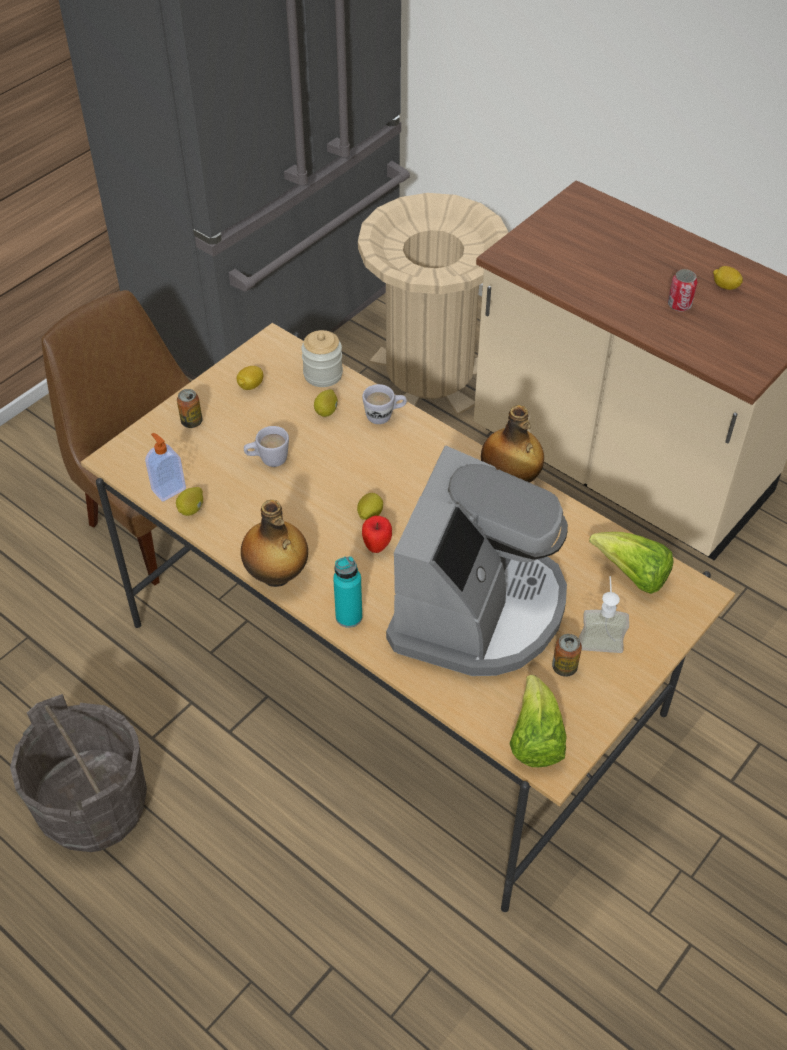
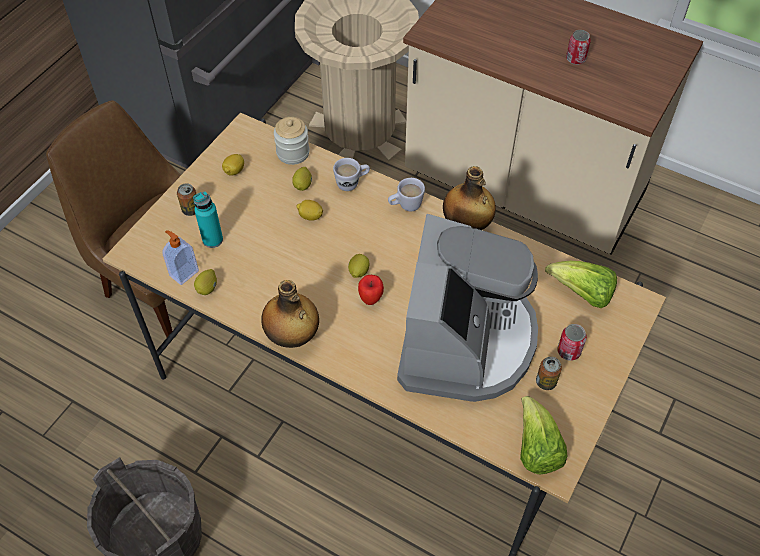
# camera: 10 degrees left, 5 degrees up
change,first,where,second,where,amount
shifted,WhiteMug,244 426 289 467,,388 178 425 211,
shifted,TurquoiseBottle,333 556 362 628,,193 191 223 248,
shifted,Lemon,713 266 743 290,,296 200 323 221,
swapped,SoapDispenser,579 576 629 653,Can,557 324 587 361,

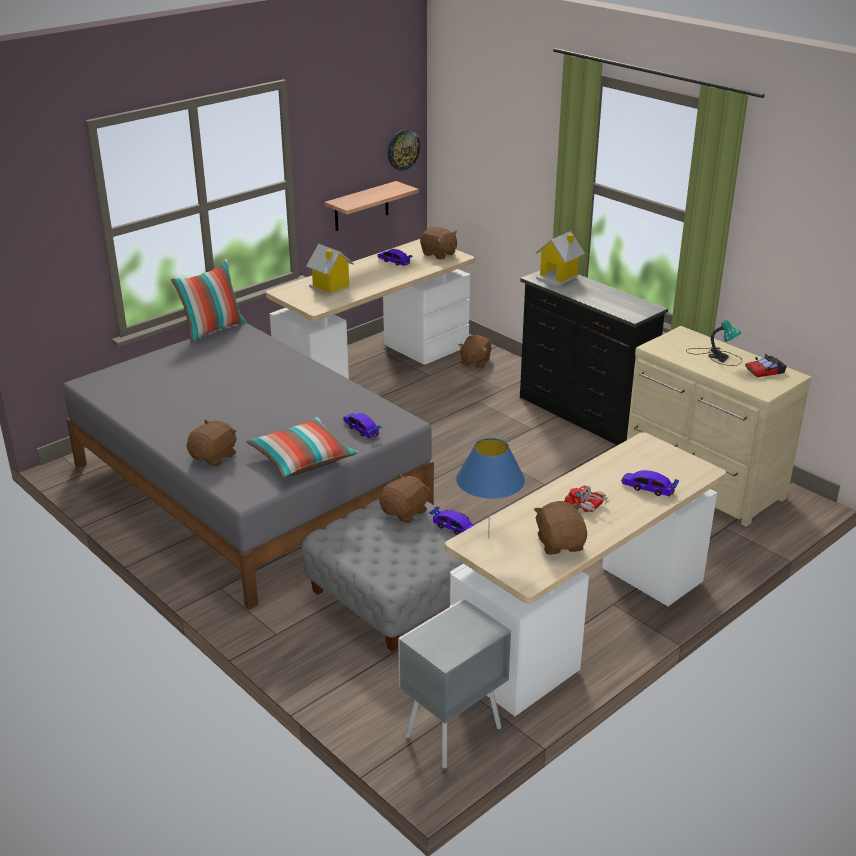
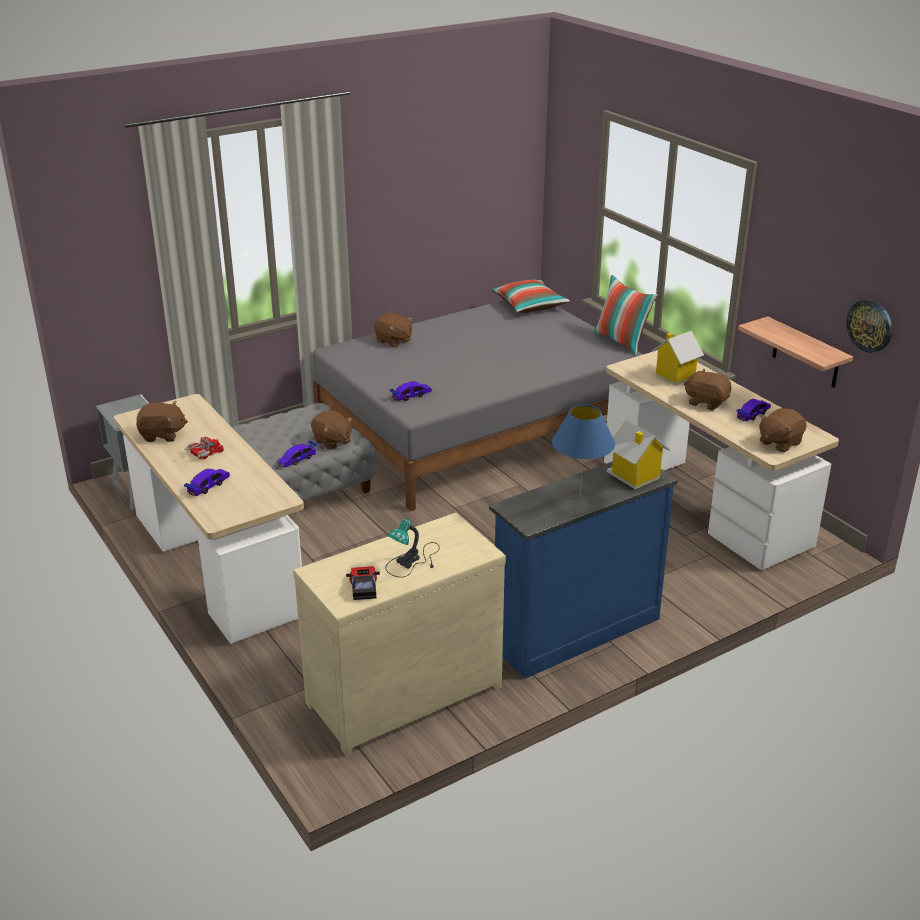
# camera: 100 degrees right, 0 degrees up
change,first,where,second,where,amount
shifted,Pillow,246 417 358 478,,491 280 570 313,
shifted,BlueTableLamp,456 438 525 538,,552 405 615 499,
shifted,BrownPlushToy,458 335 492 369,,684 369 731 410,
repainted,BlackDresser,520 270 668 445,BlueDresser,489 461 678 679,

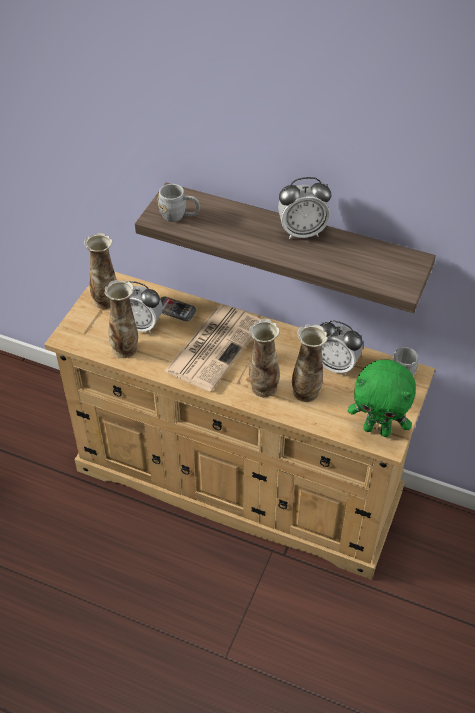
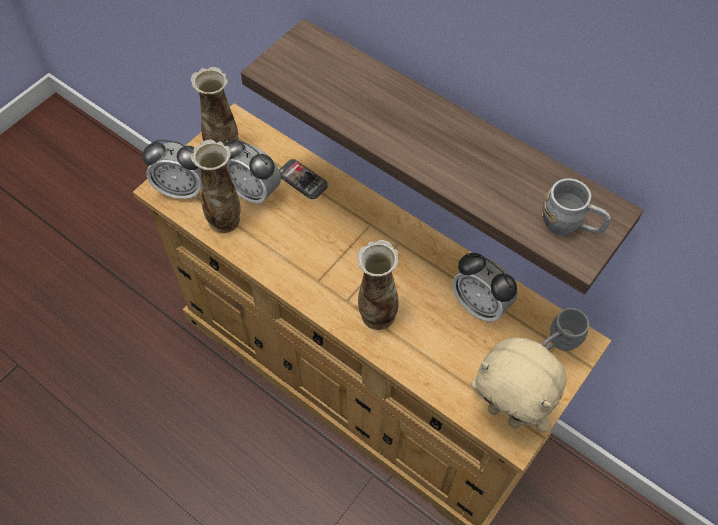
# camera: 15 degrees right, 10 degrees up
change,first,where,second,where,amount
gone,Newspaper,164 305 261 391,,,
gone,Vase,292 324 328 402,,,
shifted,GreyMug,158 184 200 222,,542 178 611 235,
shifted,AlarmClock,278 177 331 239,,142 139 202 199,
repainted,GreenPlushToy,348 360 416 437,BeigePlushToy,471 337 567 433,

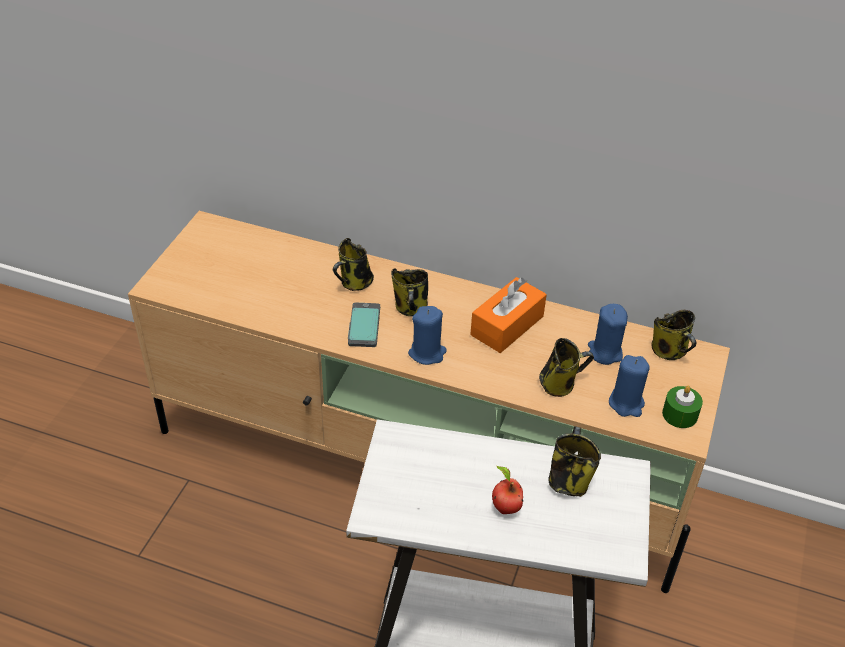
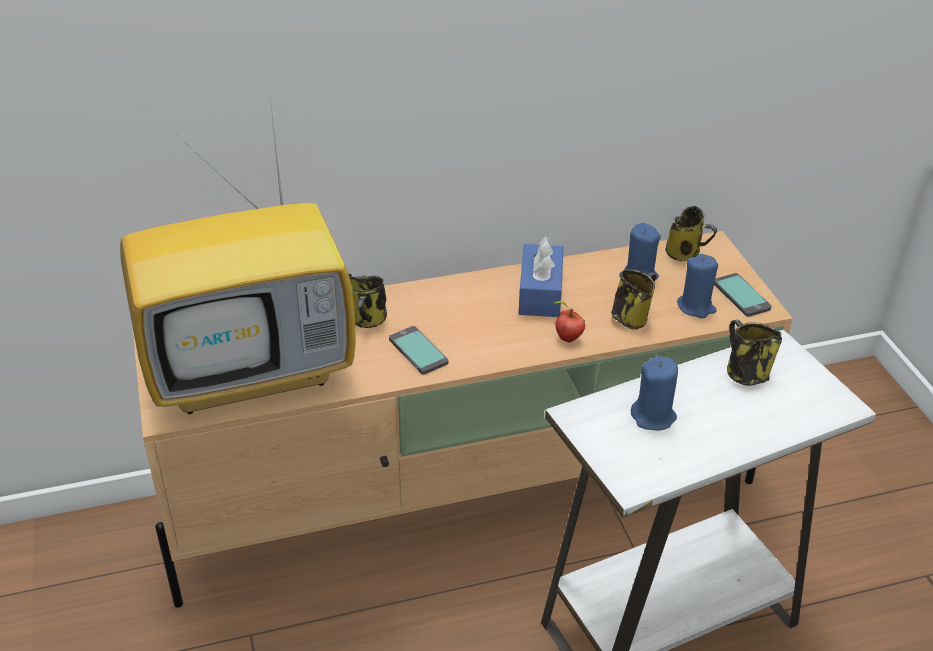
# camera: 35 degrees left, 5 degrees down
change,first,where,second,where,amount
gone,Mug,391 268 428 316,,,
new,,,Television,120 99 356 414,
shifted,BlueCandle,408 306 447 365,,631 356 678 430,
shifted,Apple,492 466 523 514,,554 301 585 343,
swapped,GreenCandle,662 386 703 428,Phone,714 273 772 317,
repainted,OrangeTissueBox,470 277 547 353,BlueTissueBox,519 236 564 317,

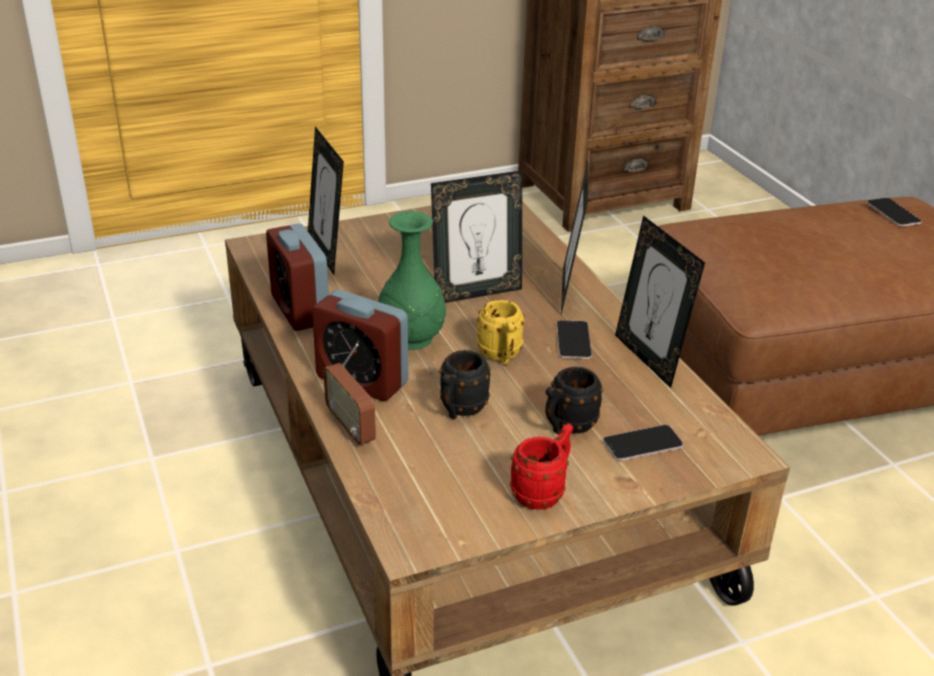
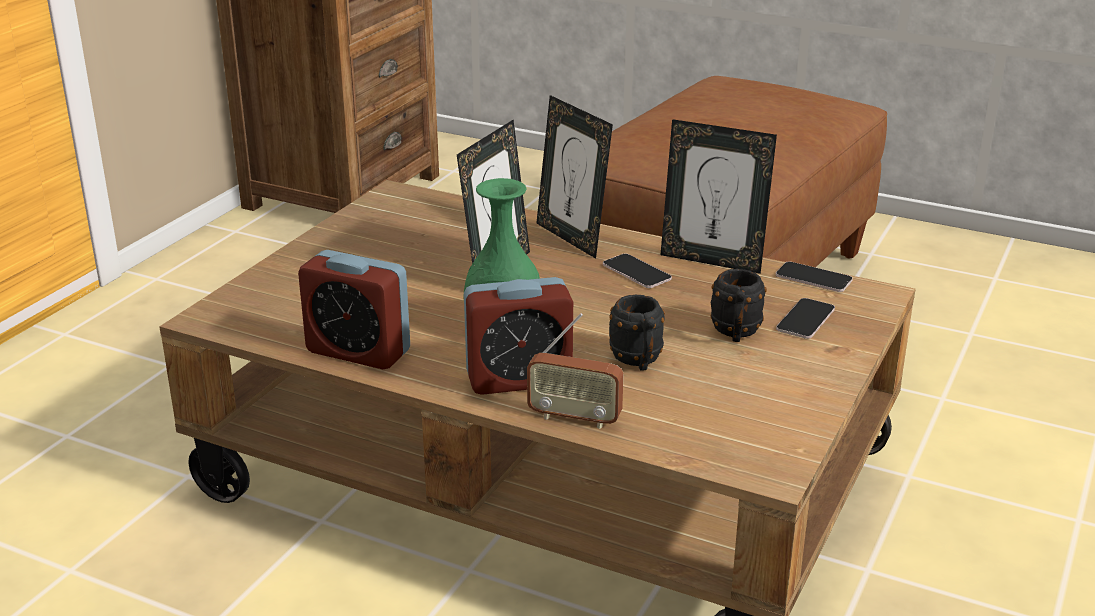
# camera: 40 degrees left, 5 degrees down
change,first,where,second,where,amount
gone,PictureFrame,308 127 344 275,,,
gone,YellowMug,477 300 525 365,,,
gone,RedMug,510 423 573 509,,,
shifted,Phone,867 198 922 227,,776 262 853 292,

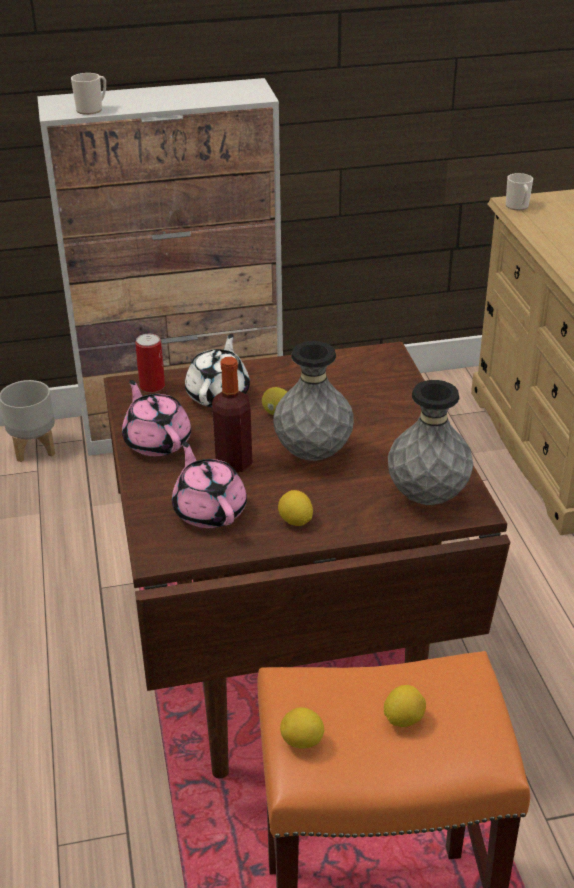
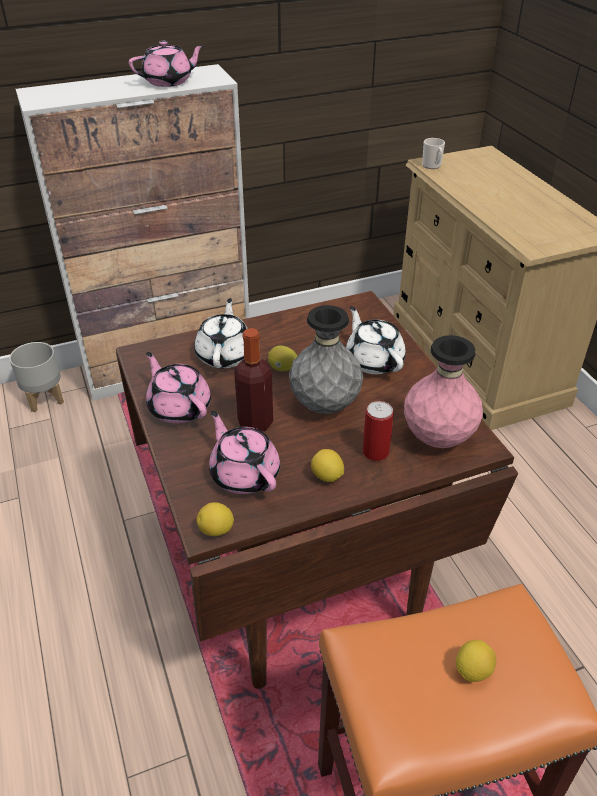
# camera: 10 degrees left, 5 degrees up
change,first,where,second,where,amount
gone,Mug,71 73 106 115,,,
new,,,PinkTeapot,129 41 205 87,
new,,,WhiteTeapot,346 306 406 374,
shifted,Can,135 334 165 393,,363 401 394 461,
shifted,Lemon,280 707 325 749,,197 502 234 536,
repainted,GreyVase,388 380 473 505,PinkVase,404 335 483 448,

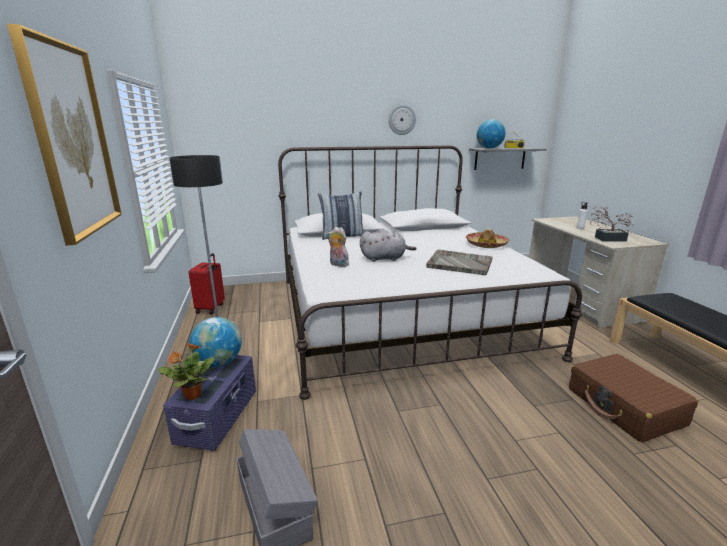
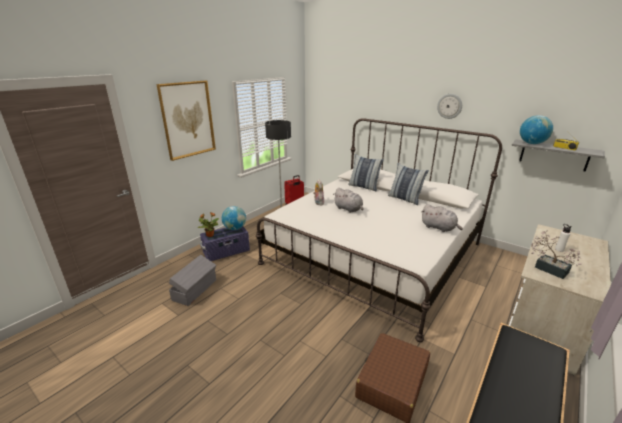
# camera: 50 degrees right, 5 degrees up
change,first,where,second,where,amount
gone,GreyTray,426 249 493 275,,,
new,,,Pillow,388 163 429 205,
swapped,Hat,466 229 510 248,GreyPlushToy,421 204 463 232,

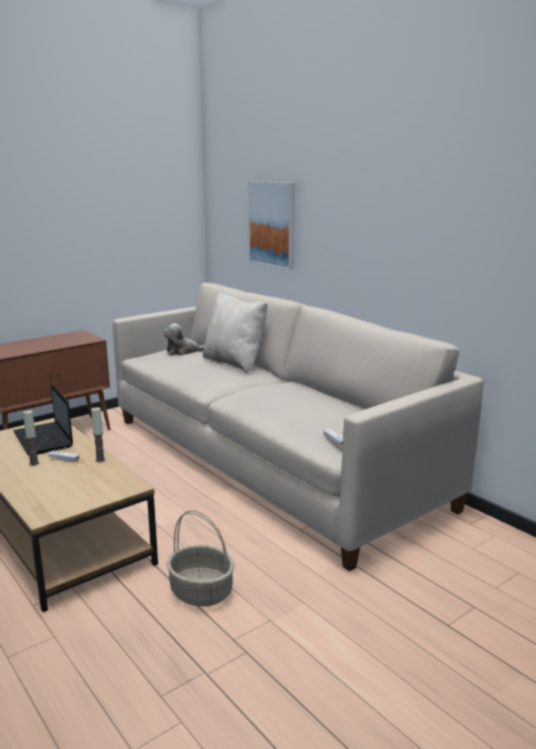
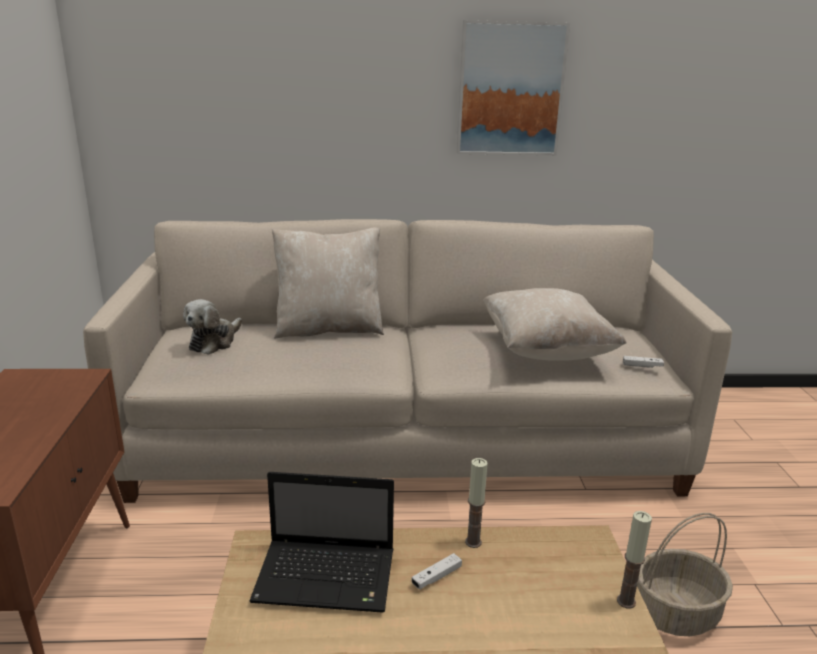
# camera: 55 degrees left, 5 degrees up
change,first,where,second,where,amount
new,,,BeigePillow,483 288 627 361,
shifted,Candle,23 410 39 466,,617 511 652 609,
shifted,Picture,248 181 295 270,,457 20 570 155,

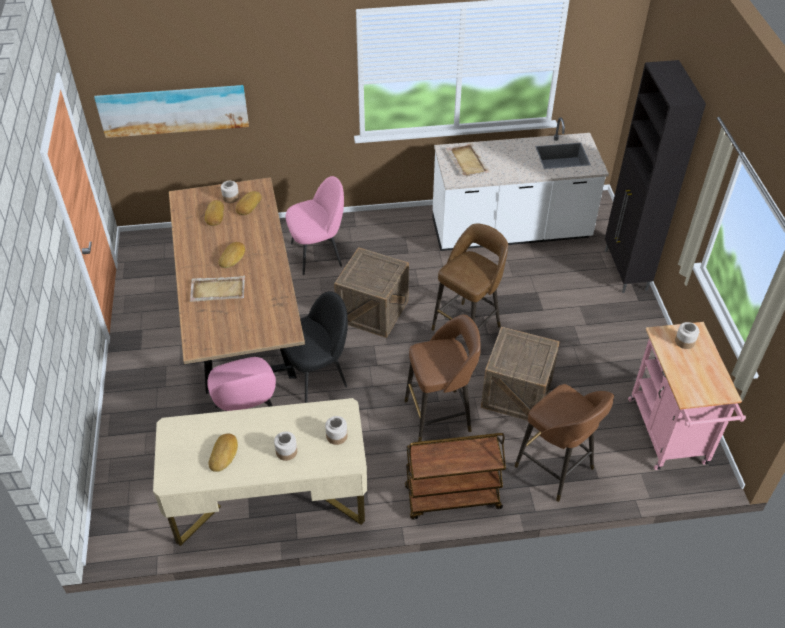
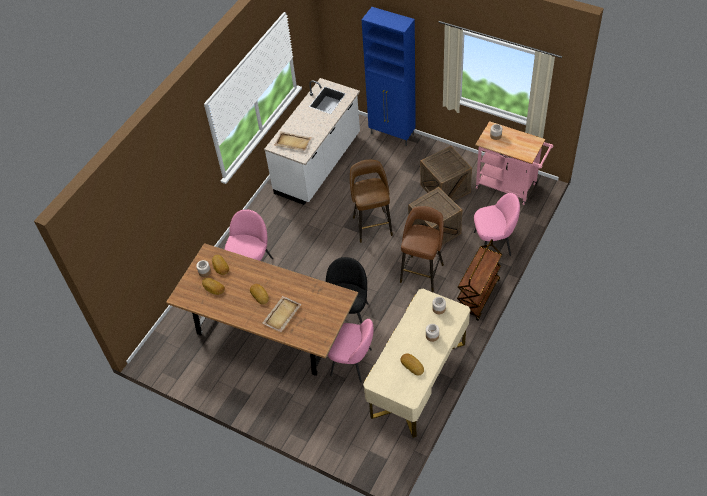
# camera: 50 degrees left, 5 degrees up
change,first,where,second,where,amount
gone,Picture,94 85 249 138,,,
shifted,Crate,334 247 409 338,,420 146 472 201,
swapped,BrownStool,514 384 614 502,PinkChair,474 193 520 256,
repainted,BlackCabinet,605 60 706 293,BlueCabinet,362 7 416 146,

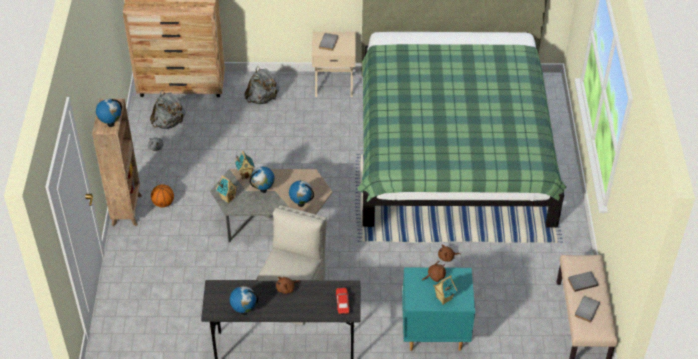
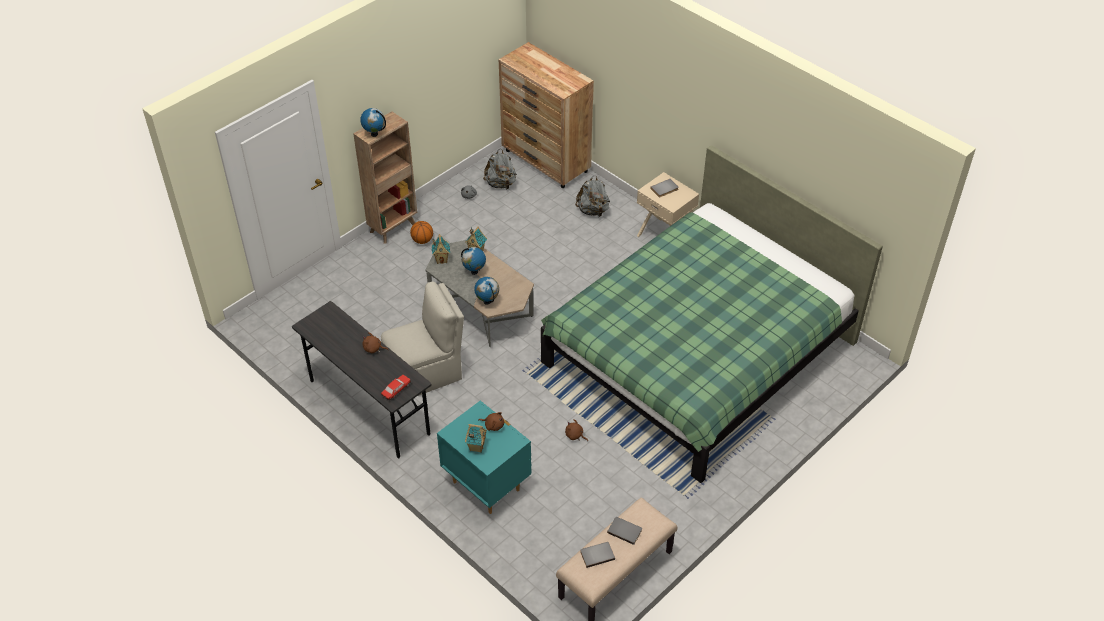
# camera: 45 degrees right, 0 degrees up
change,first,where,second,where,amount
gone,Globe,230 286 258 315,,,

